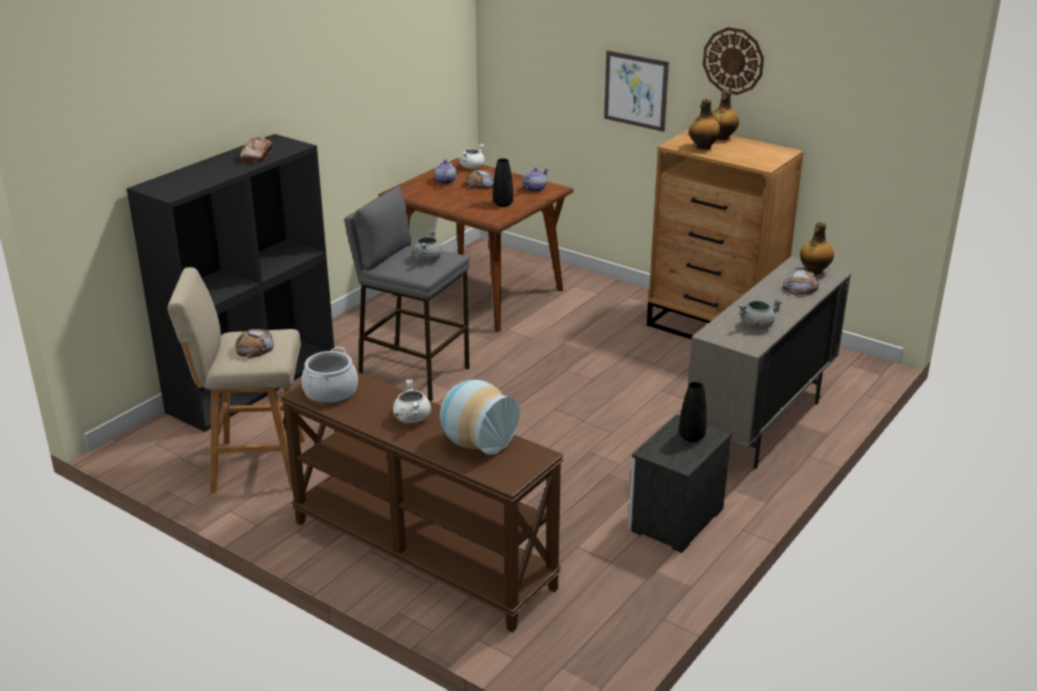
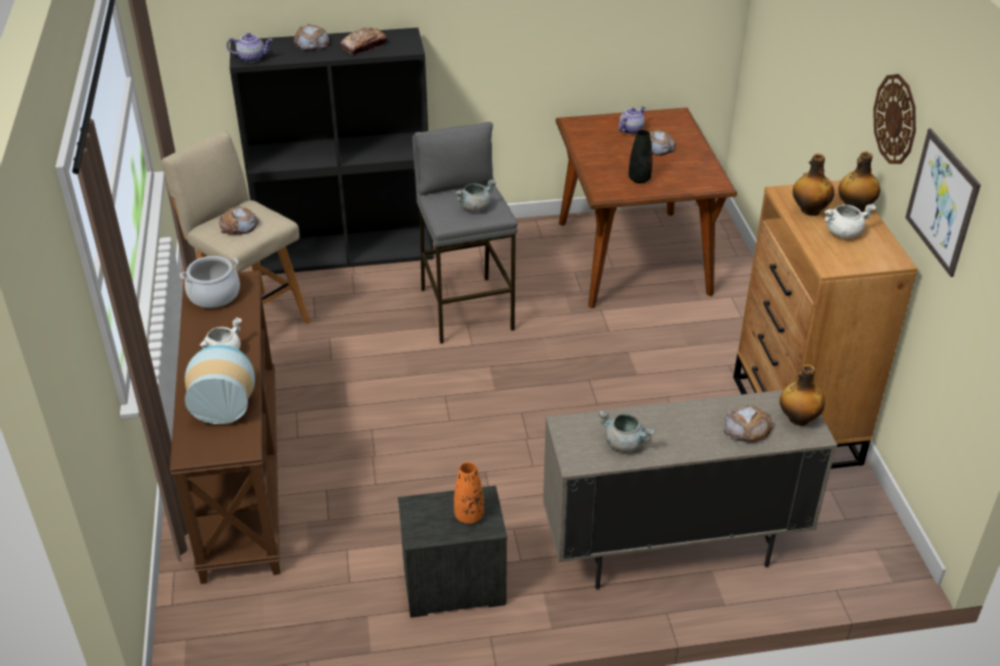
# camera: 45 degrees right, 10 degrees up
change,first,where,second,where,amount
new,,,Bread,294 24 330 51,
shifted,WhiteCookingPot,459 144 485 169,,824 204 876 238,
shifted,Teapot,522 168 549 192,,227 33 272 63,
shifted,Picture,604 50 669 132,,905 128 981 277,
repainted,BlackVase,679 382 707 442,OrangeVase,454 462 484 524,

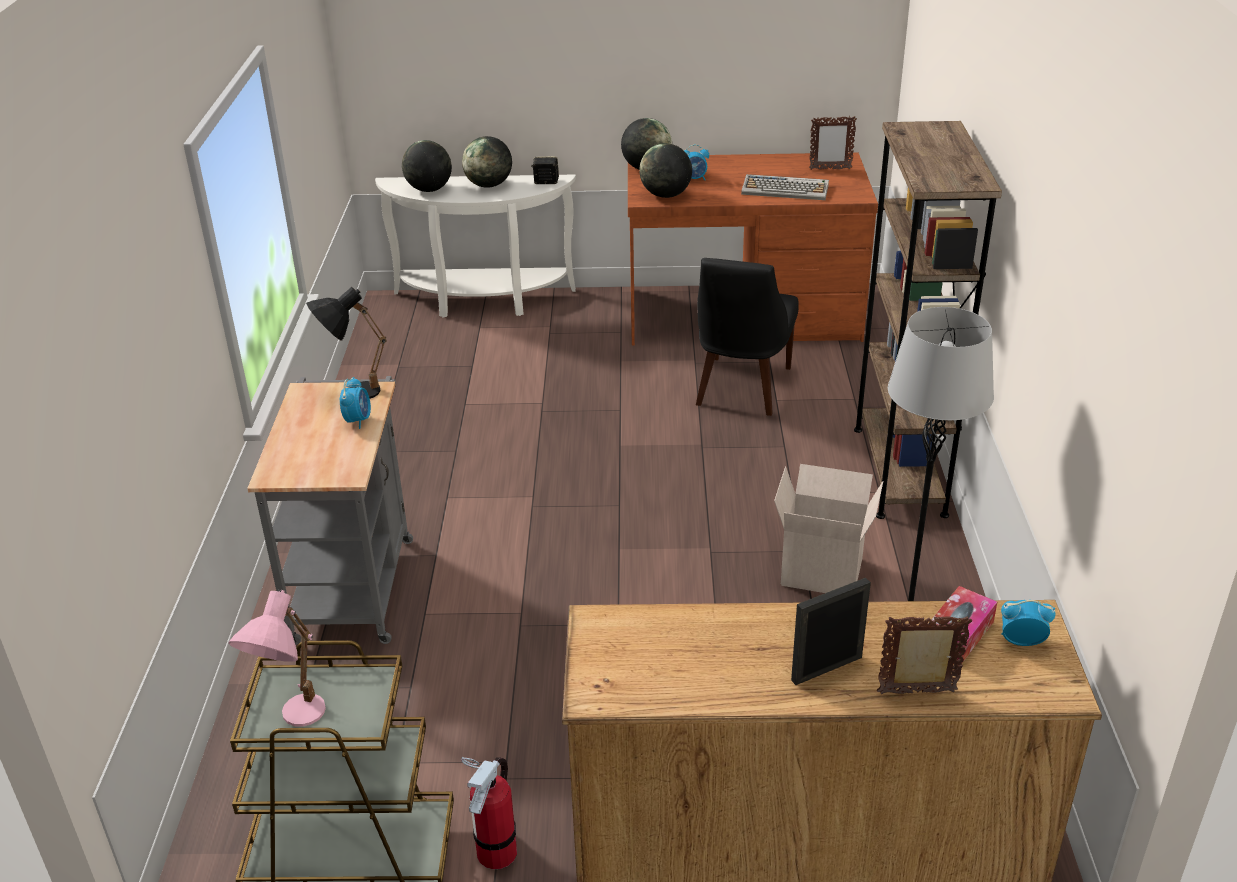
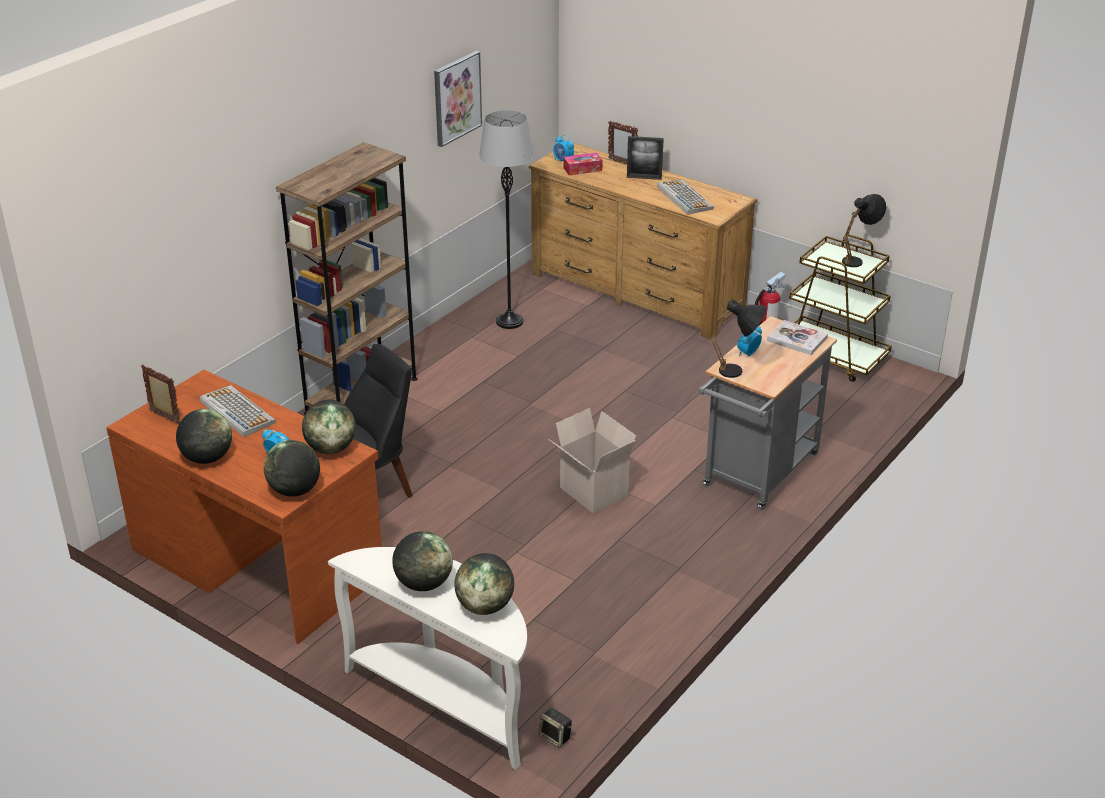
# camera: 145 degrees left, 0 degrees up
change,first,where,second,where,amount
new,,,Globe,176 409 232 464,
new,,,Picture,434 51 482 147,
new,,,Keyboard,657 179 714 215,
new,,,Book,767 320 828 355,
shifted,Speaker,531 156 559 184,,539 708 572 748,
shifted,CardboardBox,774 464 883 593,,548 408 636 513,
repainted,PinkTableLamp,228 589 326 727,BlackTableLamp,842 194 886 267,

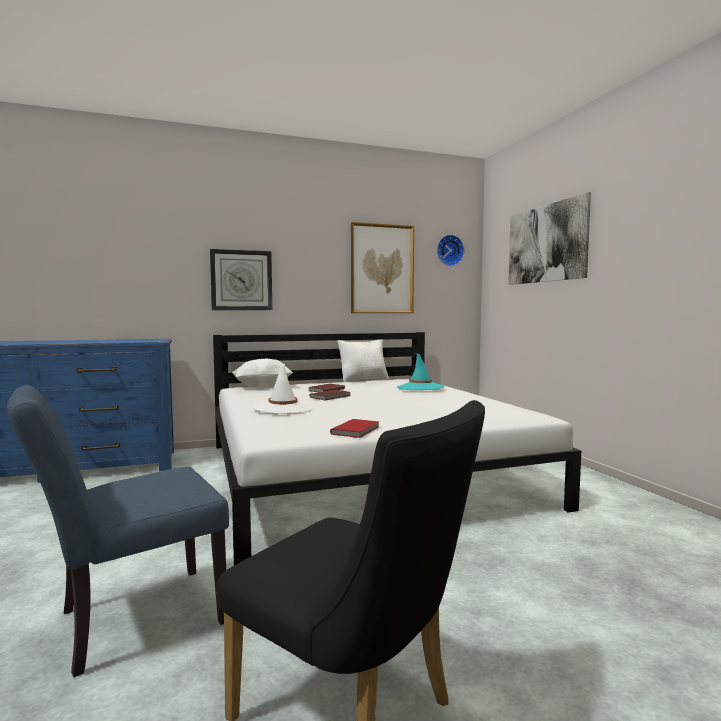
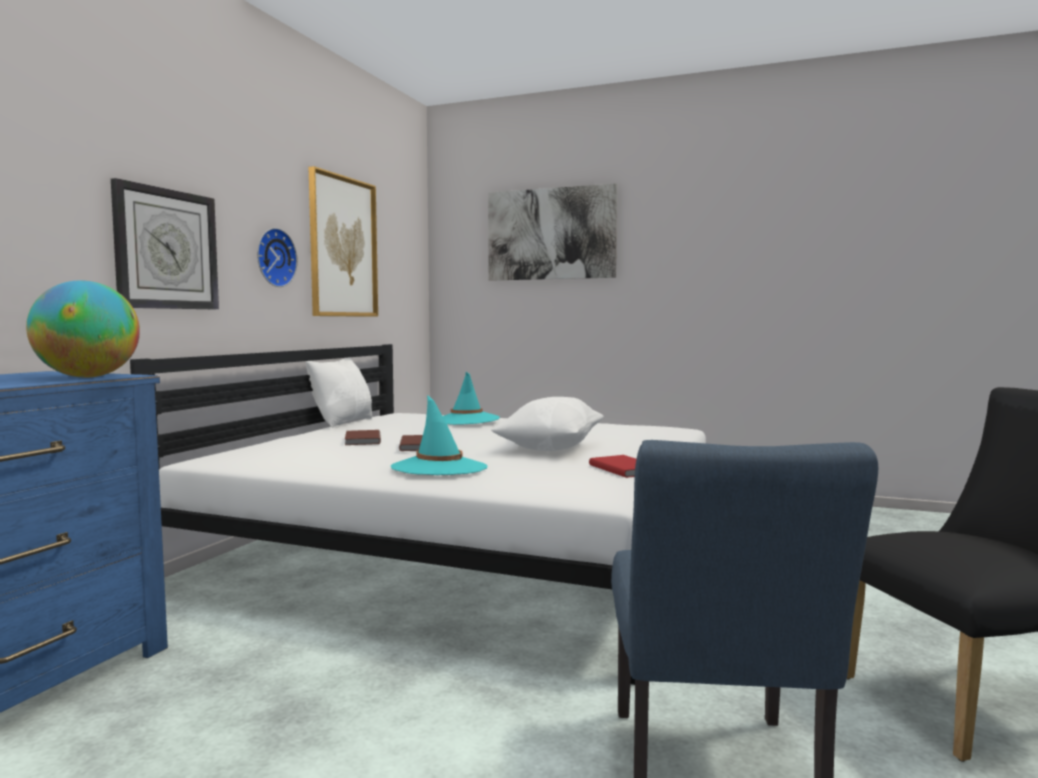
# camera: 50 degrees left, 0 degrees up
change,first,where,second,where,amount
new,,,Globe,26 280 140 378,
shifted,WhitePillow,232 359 293 388,,491 397 603 451,
shifted,WallClock,437 235 464 266,,257 228 298 287,
repainted,WhiteHat,253 363 313 414,TurquoiseHat,391 395 487 475,

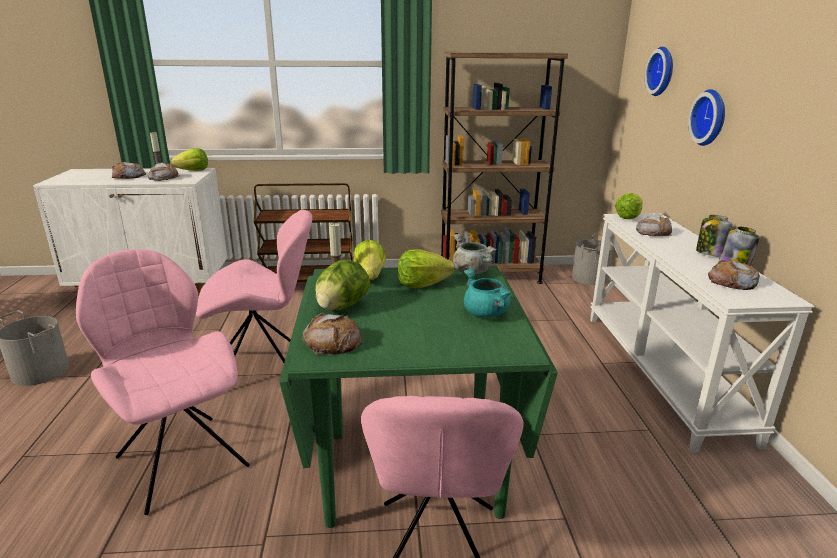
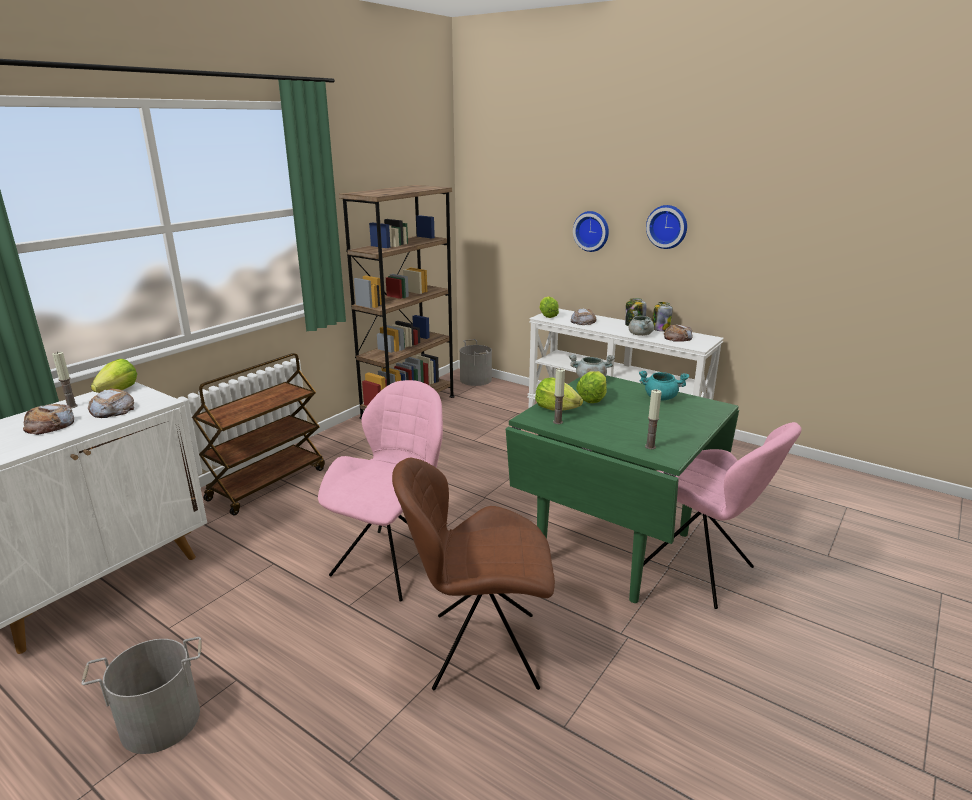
# camera: 50 degrees left, 0 degrees up
change,first,where,second,where,amount
gone,Lettuce,315 260 370 311,,,
new,,,GreyCookingPot,628 311 654 336,
shifted,WallClock,645 47 673 96,,646 205 687 249,
swapped,Bread,302 313 363 355,Candle,645 389 662 449,
repainted,PinkChair,76 249 250 515,BrownChair,392 458 555 691,

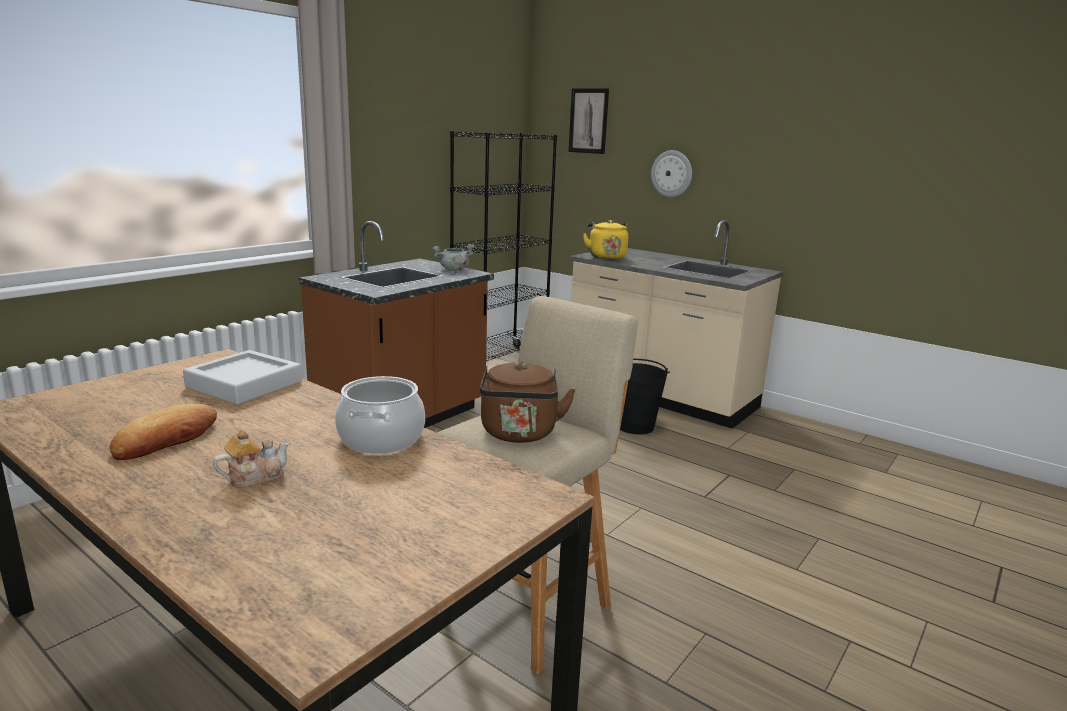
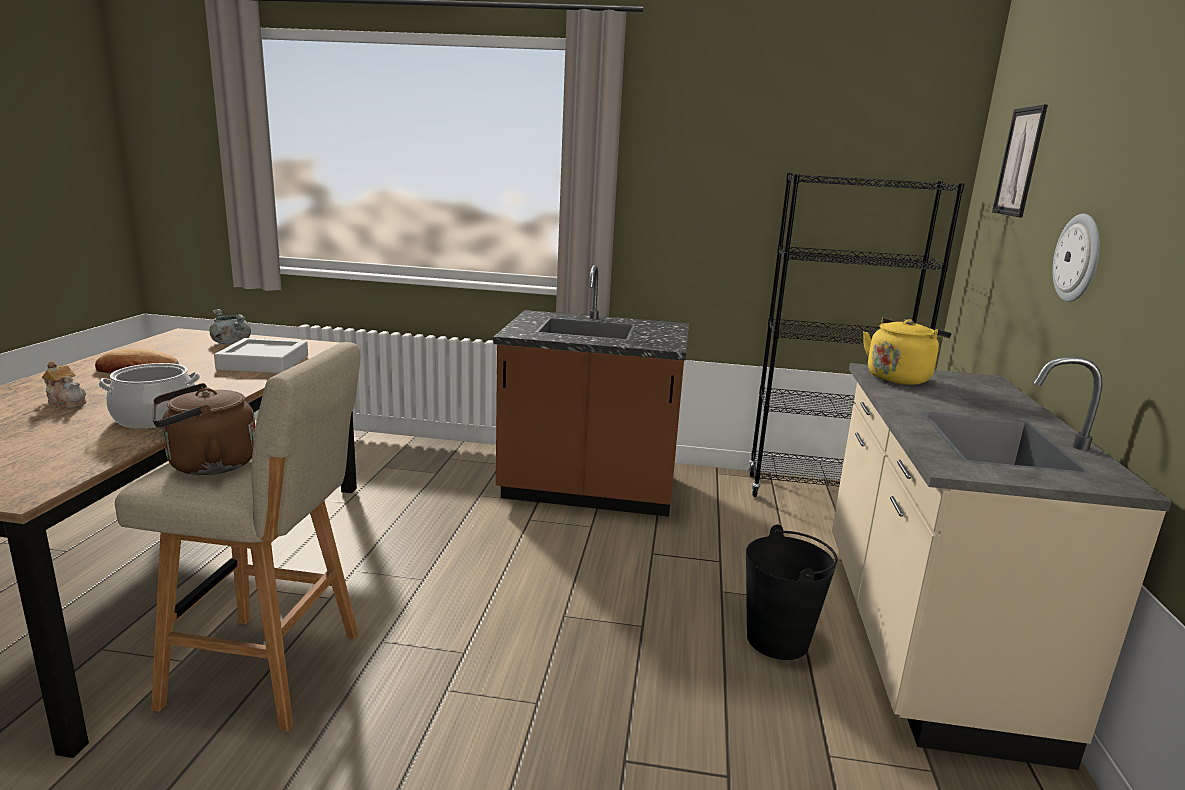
# camera: 60 degrees right, 0 degrees up
change,first,where,second,where,amount
shifted,GreyCookingPot,432 244 474 271,,209 309 251 344,

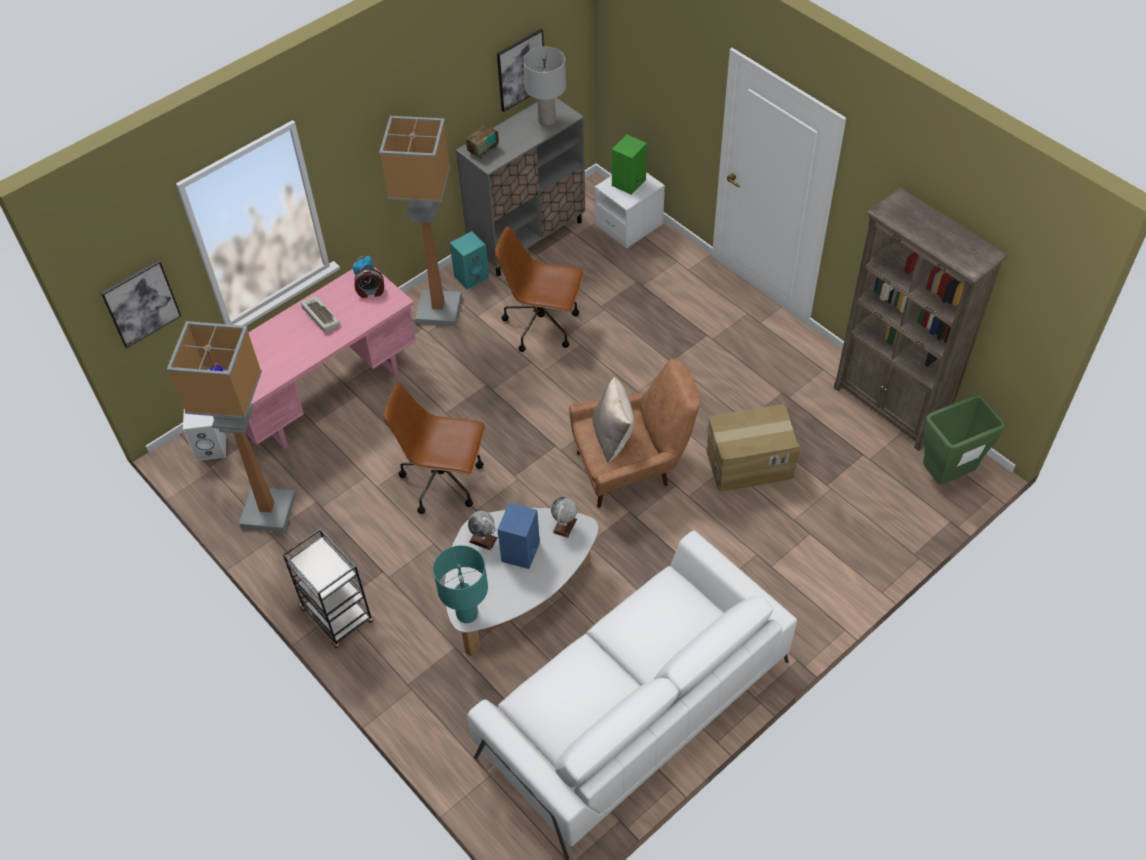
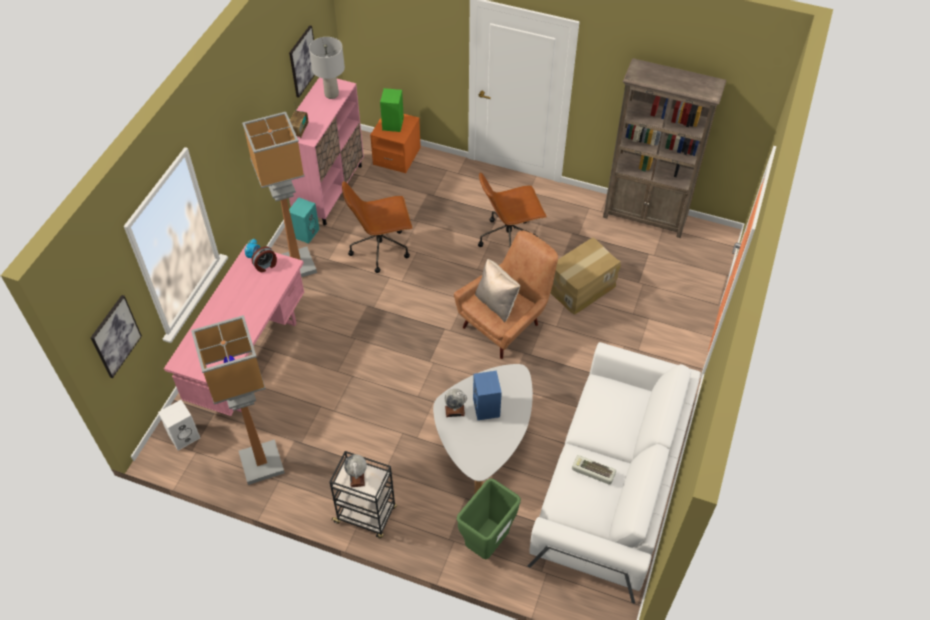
# camera: 30 degrees left, 0 degrees up
change,first,where,second,where,amount
gone,TurquoiseTableLamp,433 545 488 623,,,
shifted,Keyboard,301 296 340 333,,572 455 616 485,
shifted,BrownOfficeChair,384 383 486 514,,478 172 547 249,
shifted,Globe,551 497 577 538,,344 454 367 487,
shifted,GreenTrashCan,923 395 1005 484,,456 478 521 559,
repainted,GreyCabinet,456 98 585 276,PinkCabinet,289 77 364 226,
repainted,WhiteNightstand,595 172 665 248,OrangeNightstand,370 114 421 174,

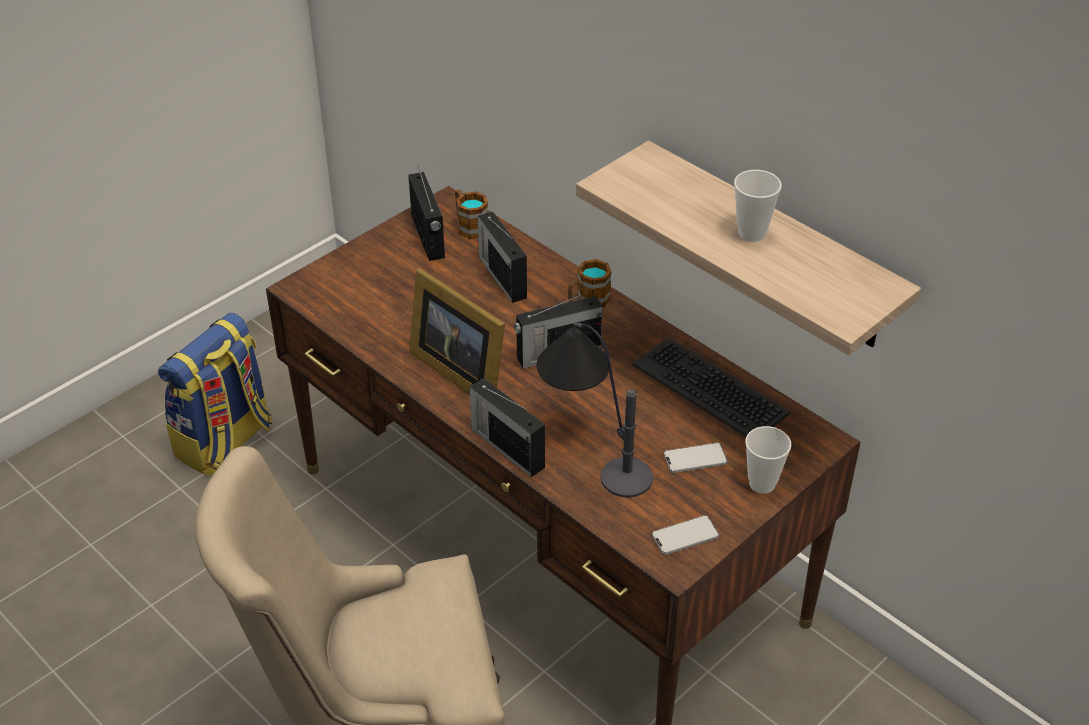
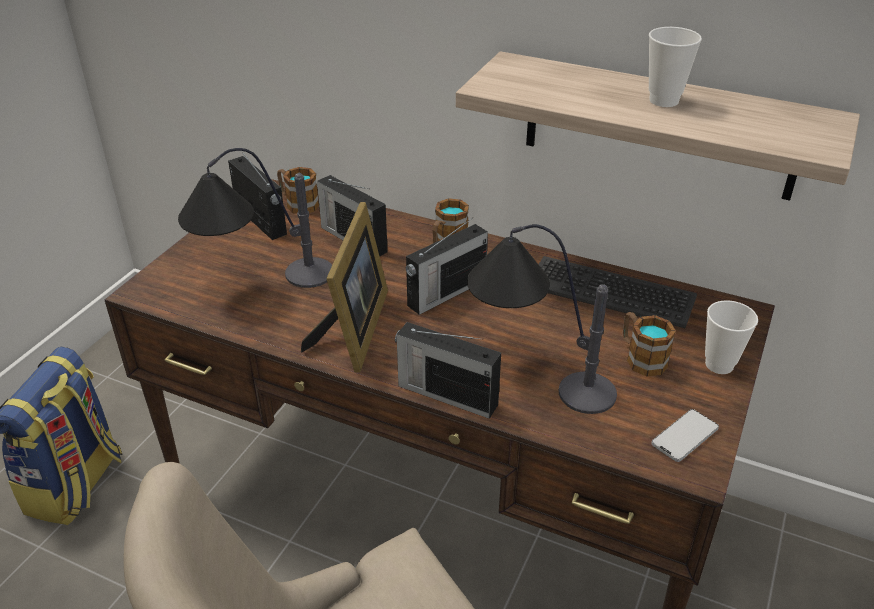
# camera: 20 degrees left, 5 degrees down
change,first,where,second,where,amount
new,,,TableLamp,178 148 332 288,
swapped,Phone,664 443 728 473,Mug,623 312 676 377,
rotated,PictureFrame,409 268 505 394,,301 202 388 372,105 degrees counterclockwise

